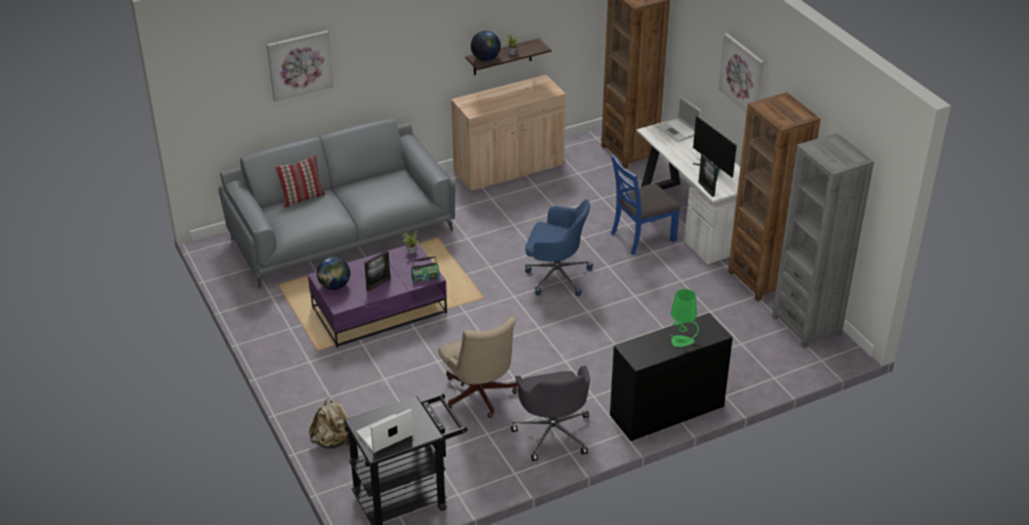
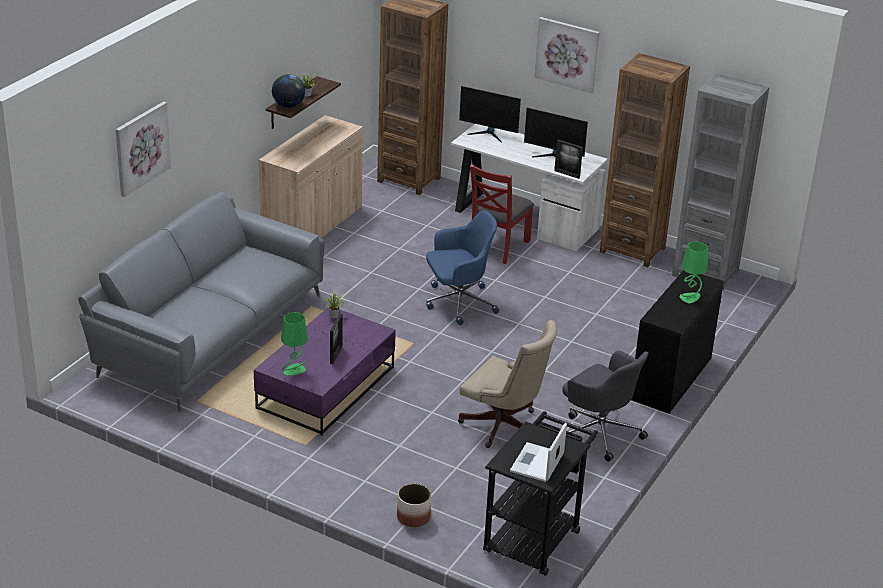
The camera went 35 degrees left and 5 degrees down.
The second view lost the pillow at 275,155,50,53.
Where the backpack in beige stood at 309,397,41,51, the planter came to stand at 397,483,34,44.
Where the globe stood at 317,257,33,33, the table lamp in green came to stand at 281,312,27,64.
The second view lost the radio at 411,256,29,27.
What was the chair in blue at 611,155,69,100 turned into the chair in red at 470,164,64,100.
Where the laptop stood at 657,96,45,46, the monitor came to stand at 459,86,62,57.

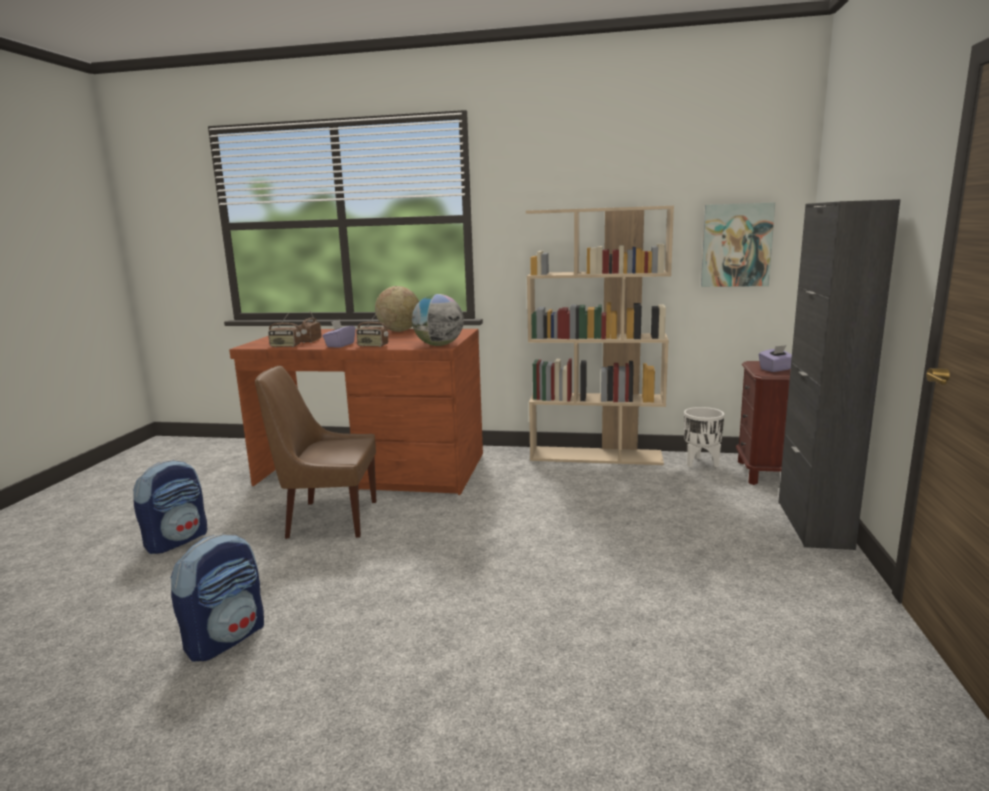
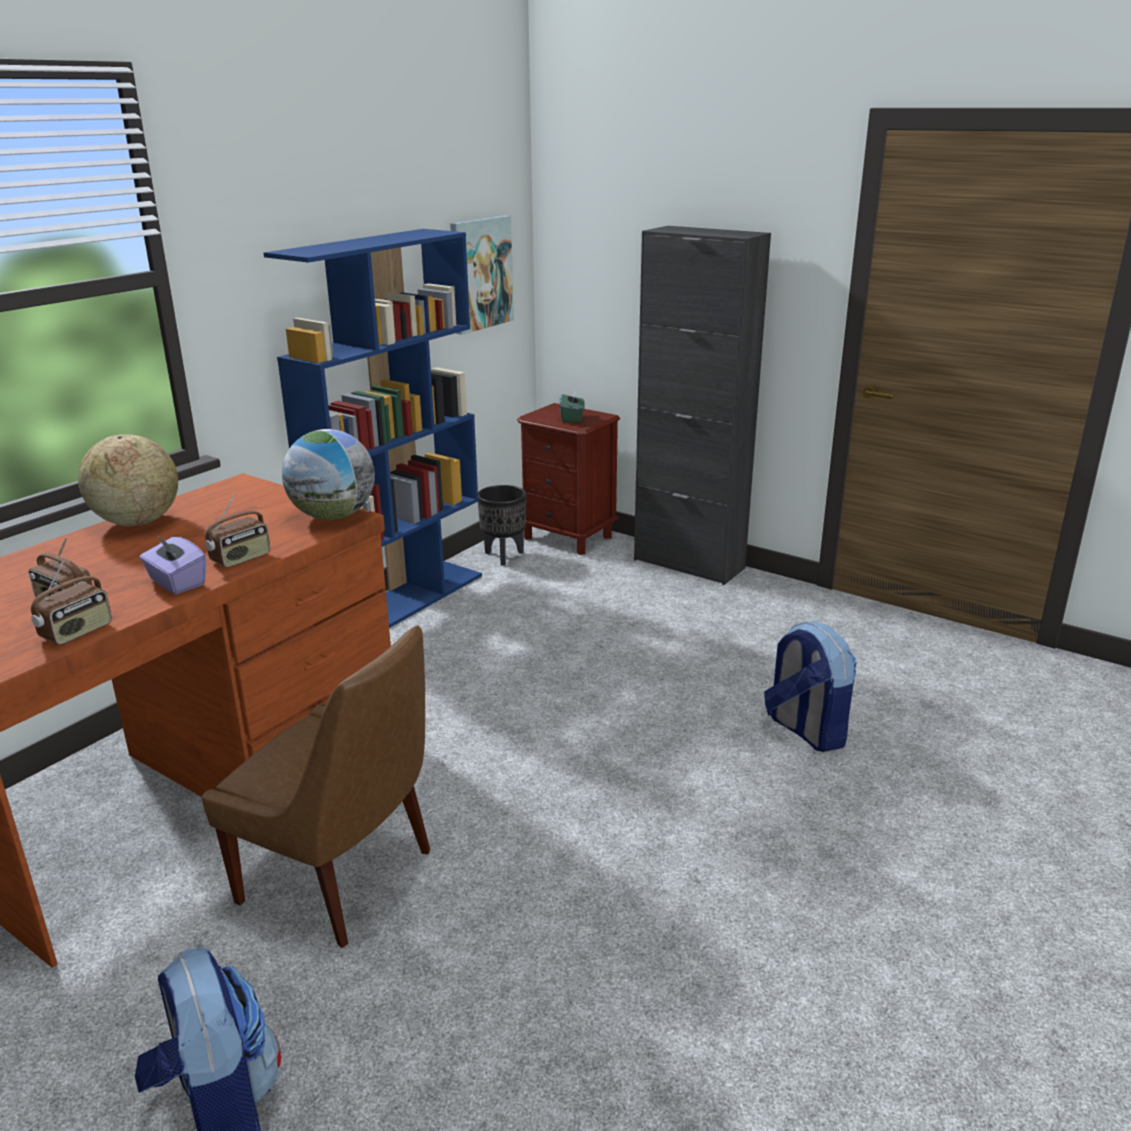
The camera went 65 degrees left and 10 degrees up.
The backpack ended up elsewhere, having gone from 170,533,94,129 to 764,622,93,130.
The chair in brown at 255,365,121,174 ended up facing another way, 90 degrees counterclockwise from before.
What was the bookcase in beige at 526,206,148,259 turned into the bookcase in blue at 264,229,218,399.
What was the planter in white at 684,407,41,60 turned into the planter in black at 478,485,48,81.
What was the tissue box in purple at 759,345,33,27 turned into the tissue box in green at 560,388,25,34.

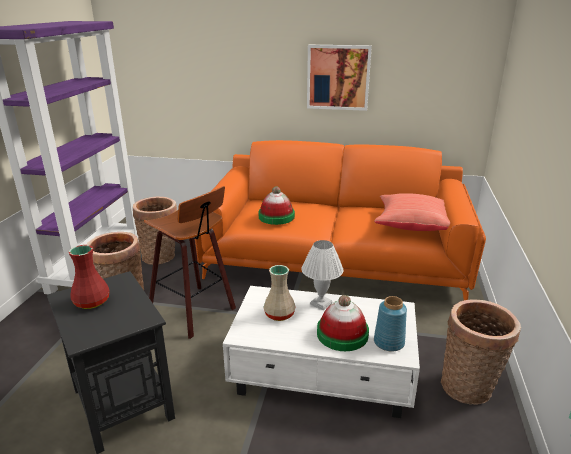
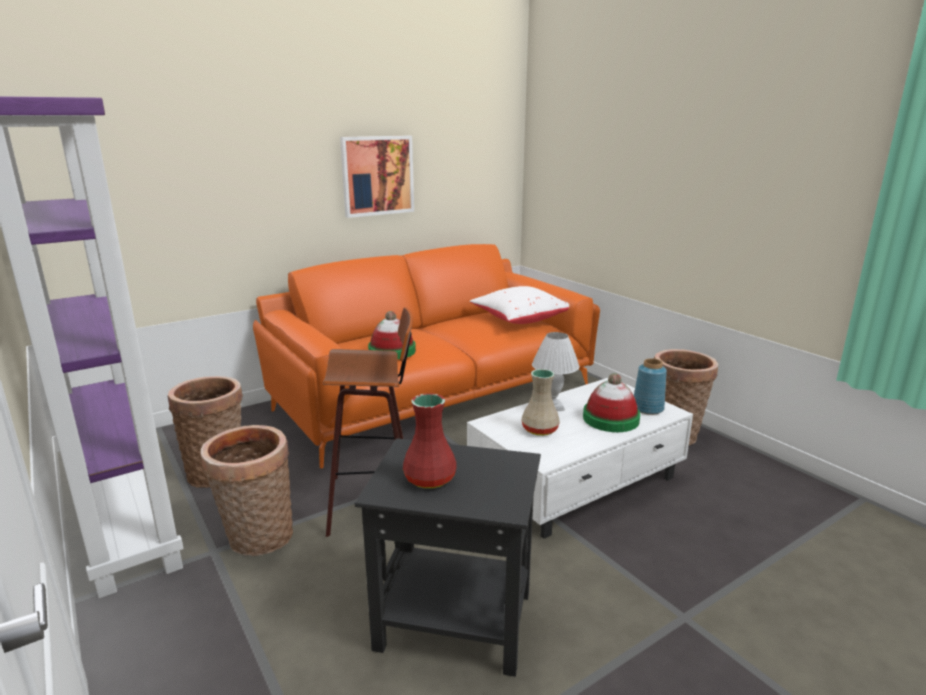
The camera went 45 degrees left and 5 degrees down.
What was the pillow in red at 374,193,76,38 turned into the pillow in white at 470,286,99,38.

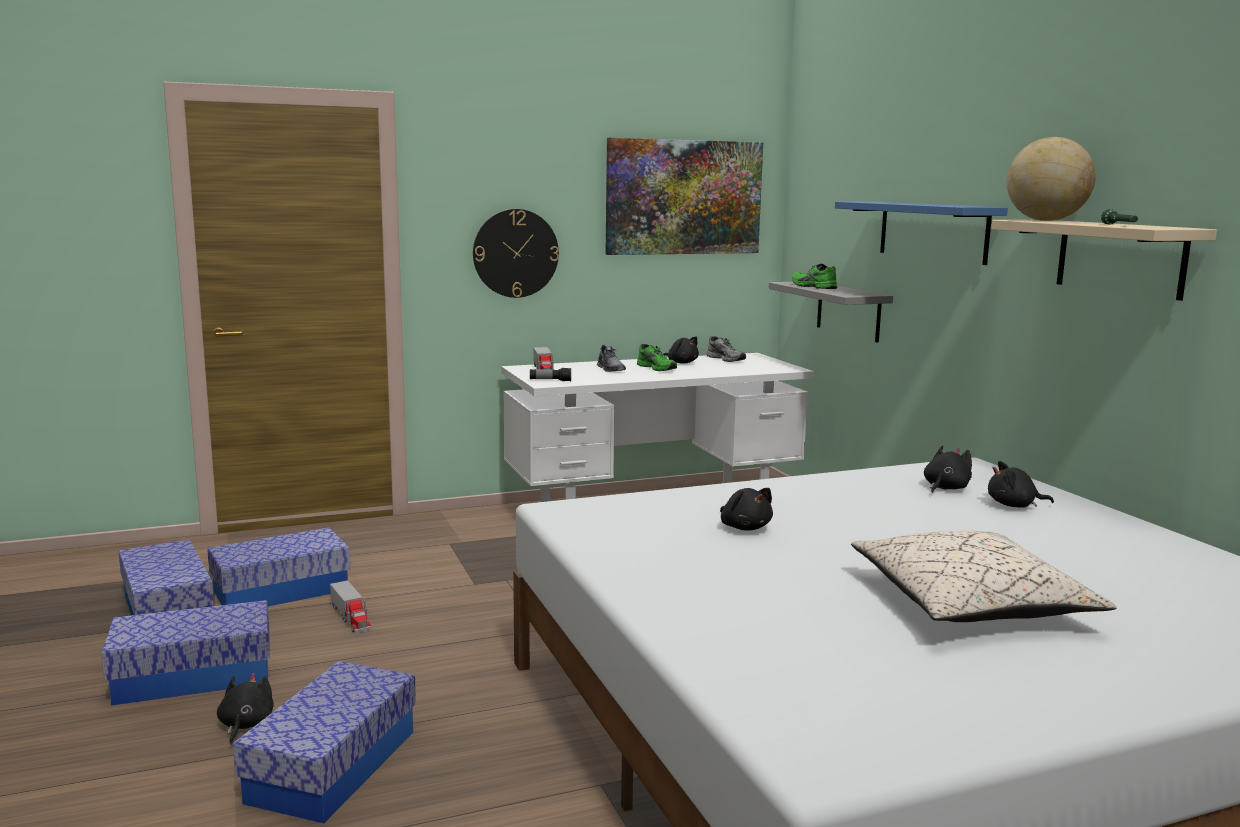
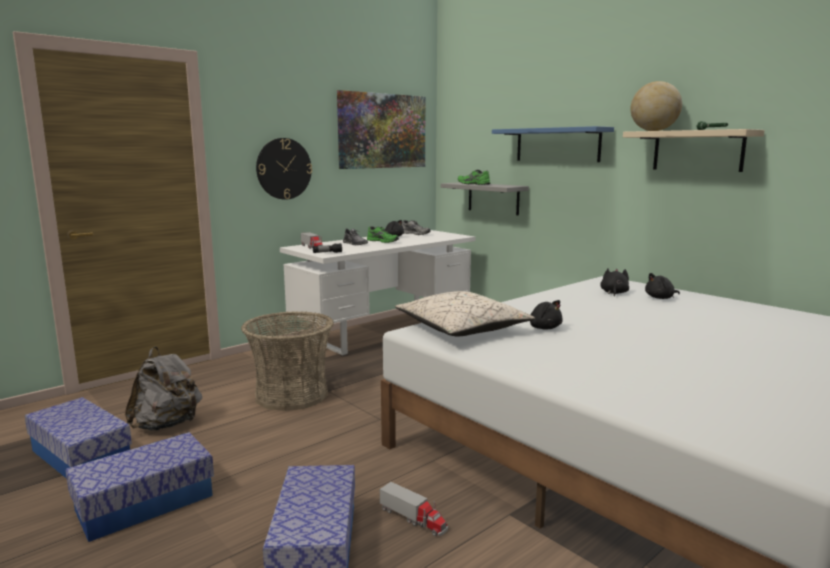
The camera went 20 degrees left and 0 degrees up.
Where the storage box stood at 207,528,143,78, the backpack in grey came to stand at 125,347,77,84.
The second view lost the plush toy in black at 217,673,57,72.
The toy truck ended up elsewhere, having gone from 330,580,41,53 to 380,482,68,54.
The pillow in beige ended up elsewhere, having gone from 851,531,266,91 to 395,291,140,46.
The second view gained the basket at 241,311,93,100.

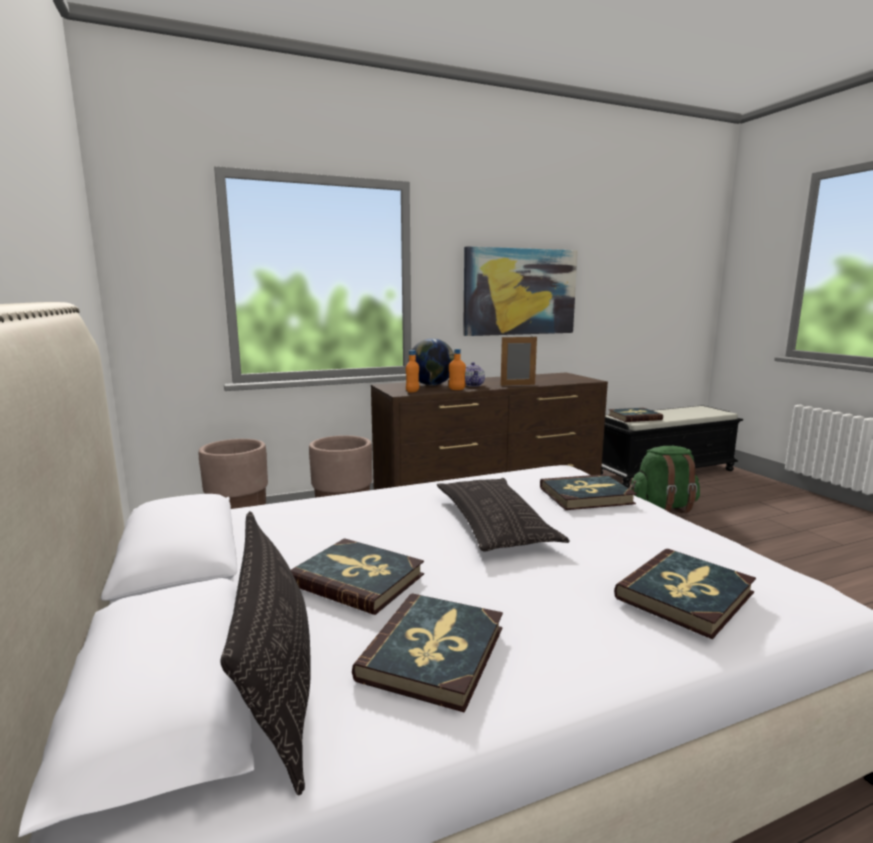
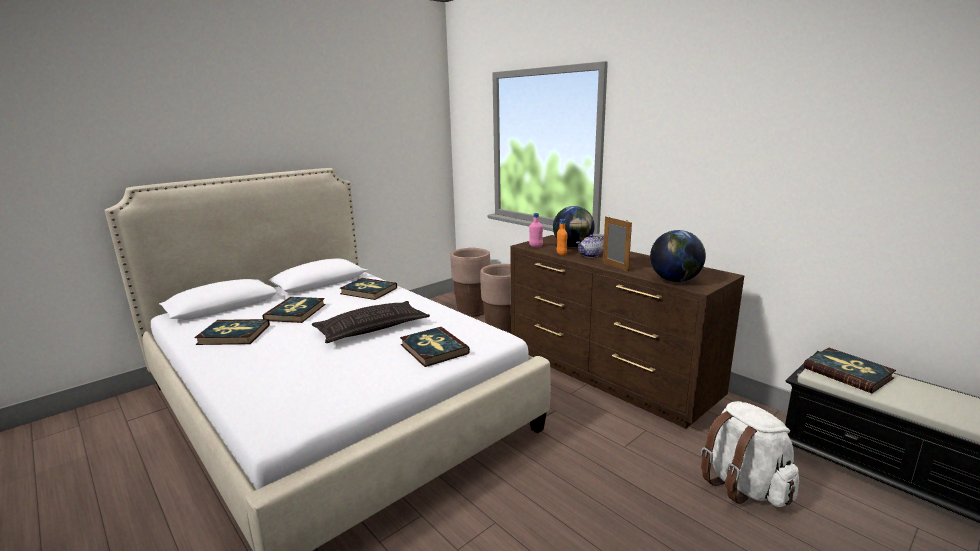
The camera went 70 degrees right and 5 degrees up.
The second view lost the pillow at 220,511,91,285.
What was the bottle in orange at 406,350,13,43 turned into the bottle in pink at 529,213,14,34.
The second view lost the picture at 463,246,115,90.
The book ended up elsewhere, having gone from 614,549,142,90 to 339,278,58,22.
What was the backpack in green at 631,446,69,67 turned into the backpack in white at 701,401,98,106.
The second view gained the globe at 650,230,56,52.

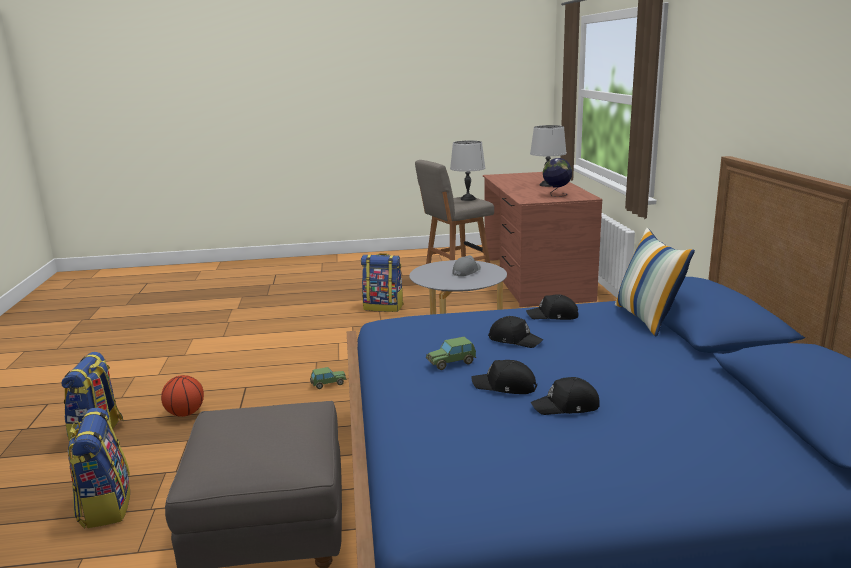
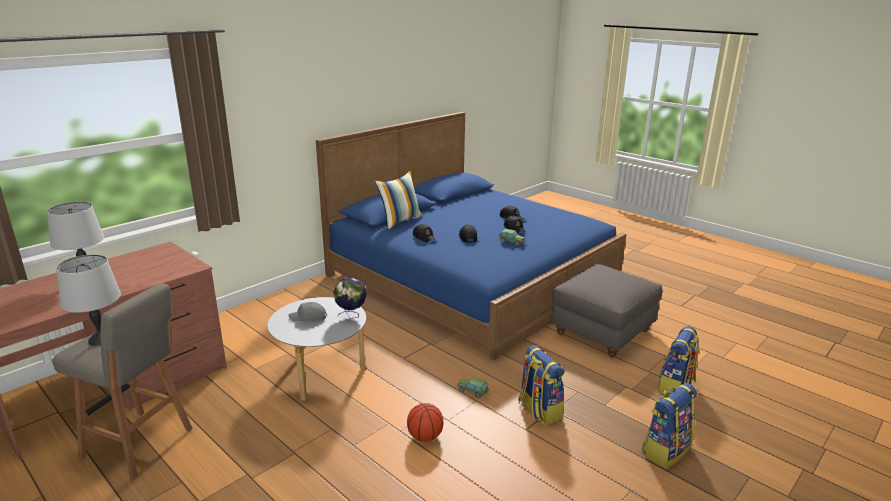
The camera went 130 degrees left and 5 degrees up.
The basketball ended up elsewhere, having gone from 161,375,43,42 to 407,403,36,39.
The backpack ended up elsewhere, having gone from 361,253,43,59 to 518,345,46,80.
The globe ended up elsewhere, having gone from 543,158,29,39 to 334,278,33,41.

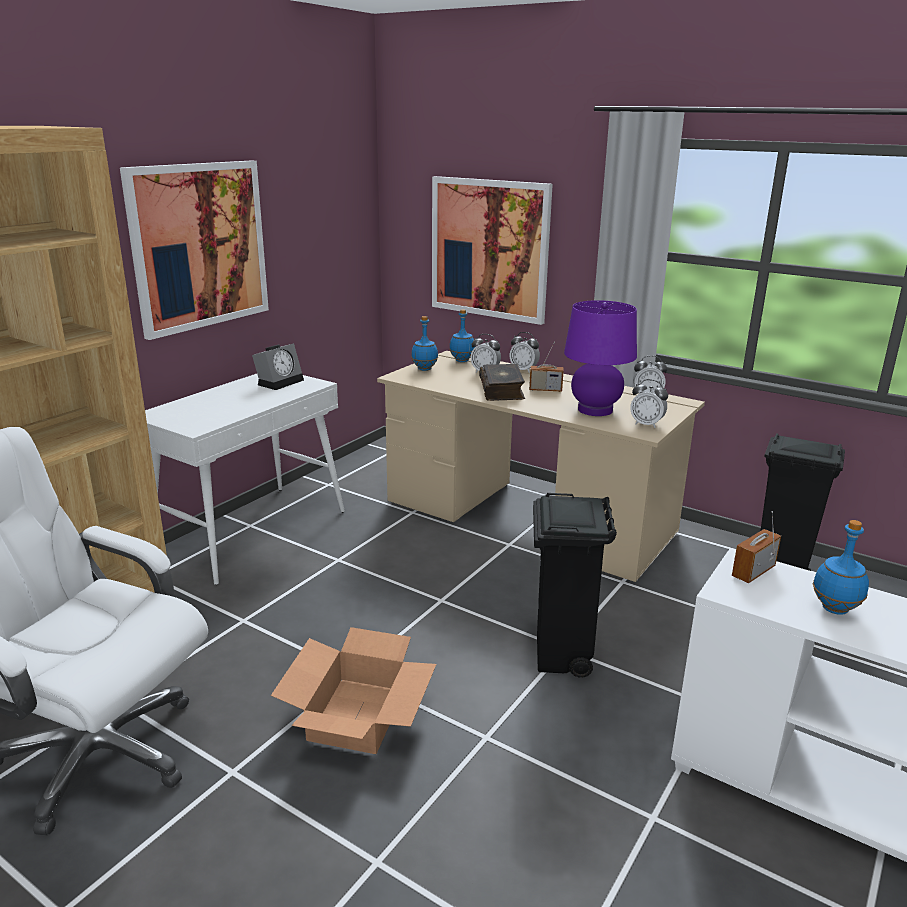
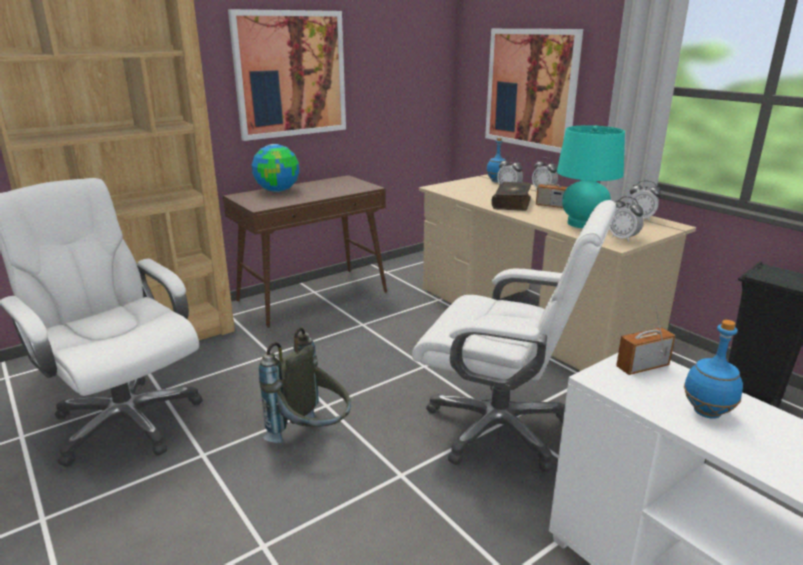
The camera went 20 degrees right and 0 degrees up.
What was the console table in white at 145,374,200,211 turned into the console table in brown at 223,175,164,153.
The second view lost the alarm clock at 252,343,52,47.
Where the cardboard box stood at 271,627,165,127, the backpack in grey came to stand at 259,327,92,116.
The second view lost the bottle in blue at 411,316,27,55.
Where the trash can in black stood at 533,493,84,185, the office chair in white came to stand at 412,200,204,272.
What was the table lamp in purple at 564,300,73,116 turned into the table lamp in turquoise at 557,125,68,103.
The second view gained the globe at 252,144,47,48.

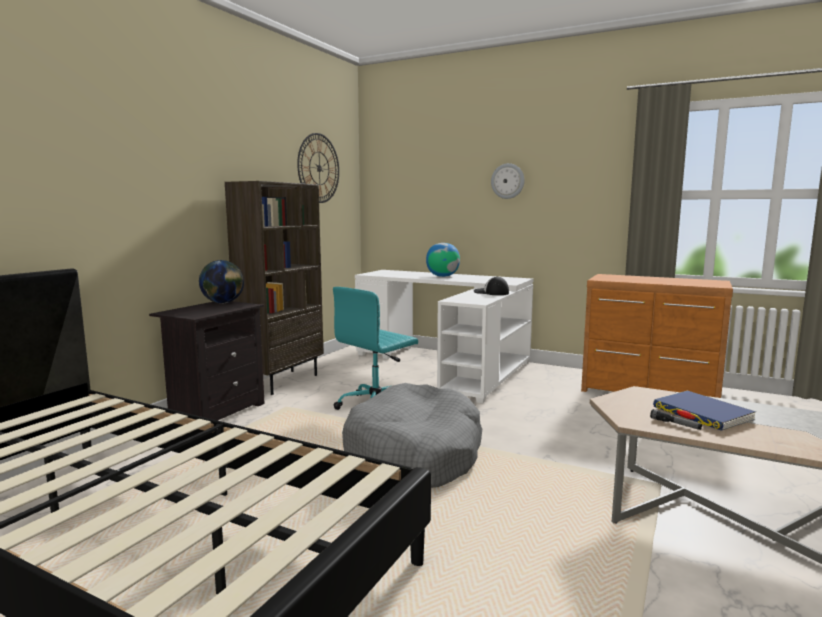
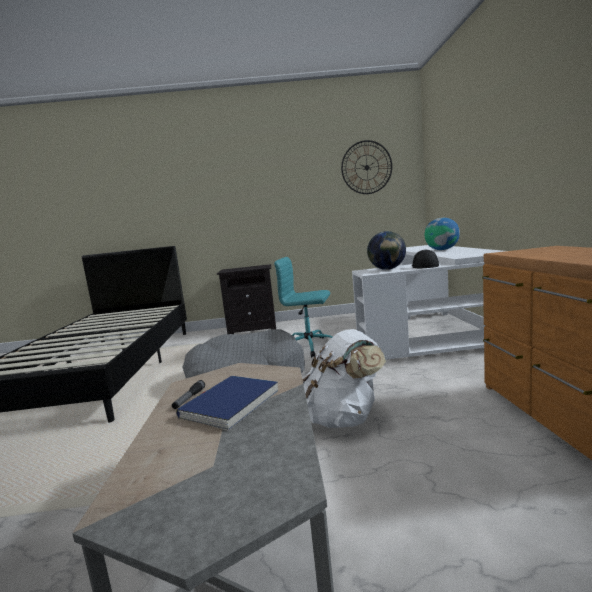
The camera went 60 degrees right and 0 degrees up.
The globe ended up elsewhere, having gone from 199,260,45,43 to 367,231,39,39.
The second view lost the bookcase in brown at 225,181,99,214.
The second view lost the wall clock at 491,163,33,36.
The second view gained the backpack in white at 302,329,84,99.

